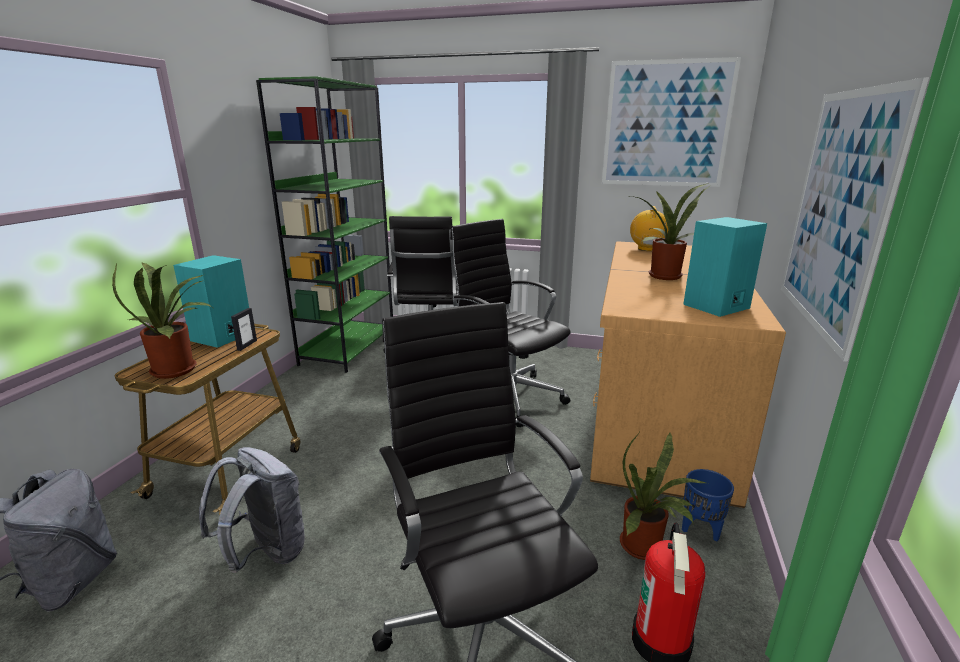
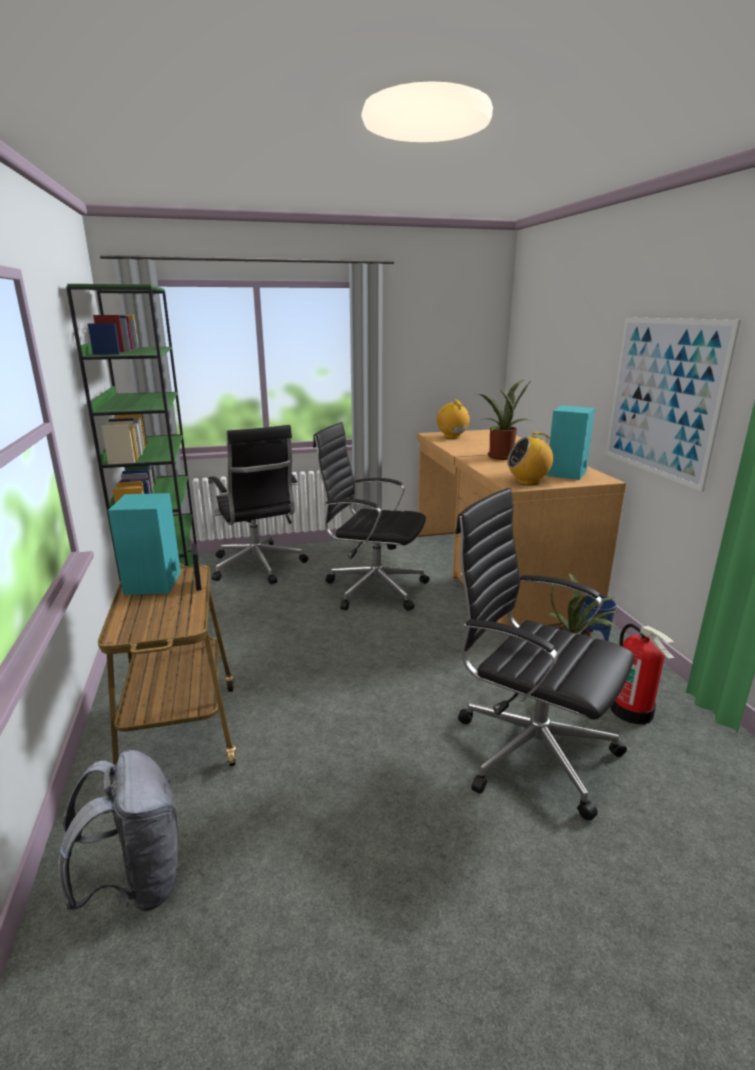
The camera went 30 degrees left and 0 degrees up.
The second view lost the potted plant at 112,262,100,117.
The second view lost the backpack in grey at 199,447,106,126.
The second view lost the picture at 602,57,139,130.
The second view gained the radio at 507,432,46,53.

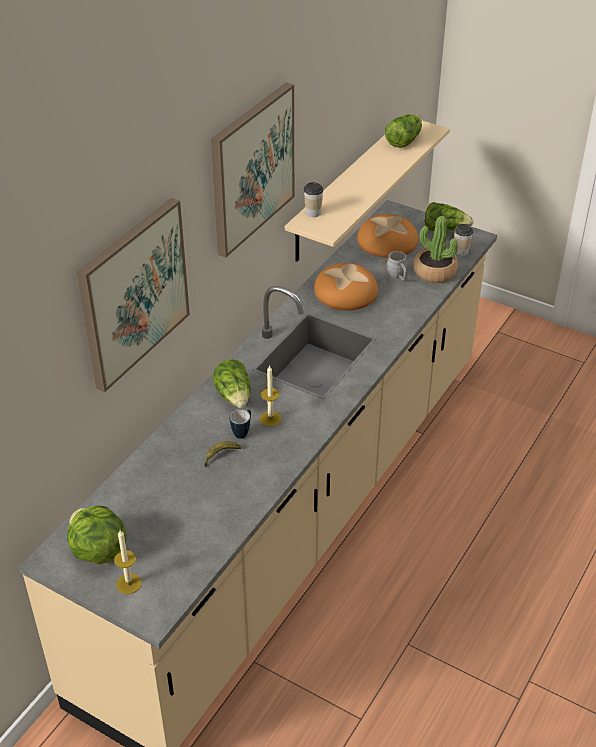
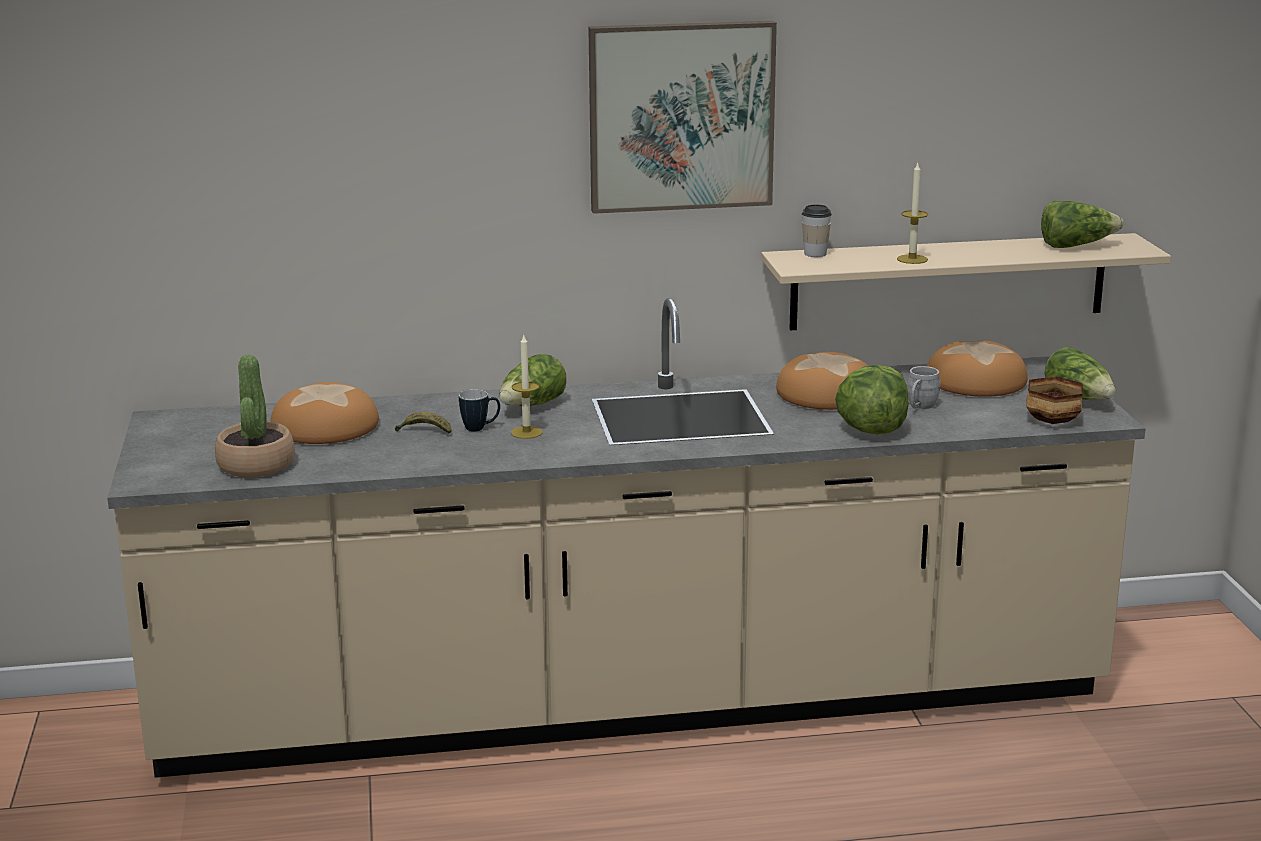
The camera went 50 degrees right and 20 degrees down.
The lettuce ended up elsewhere, having gone from 67,506,59,58 to 835,365,74,69.
The second view lost the picture at 77,198,113,194.
The candle ended up elsewhere, having gone from 114,530,28,64 to 897,162,31,102.
The potted plant ended up elsewhere, having gone from 413,216,45,67 to 215,355,80,123.
Where the cup stood at 455,224,18,32, the bowl came to stand at 1026,376,57,48.
The second view gained the bread at 270,382,109,62.

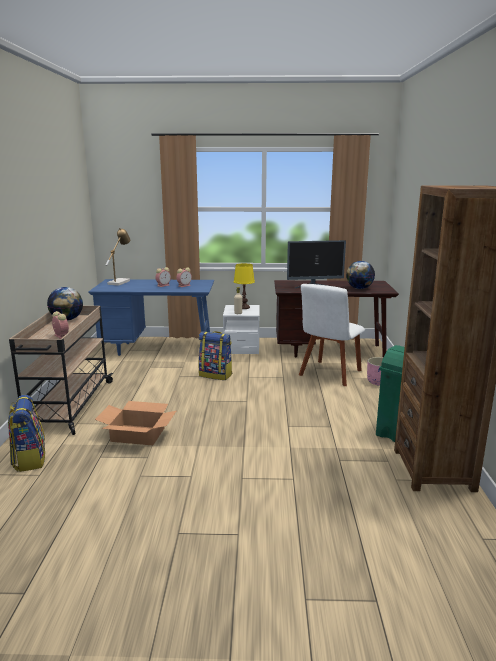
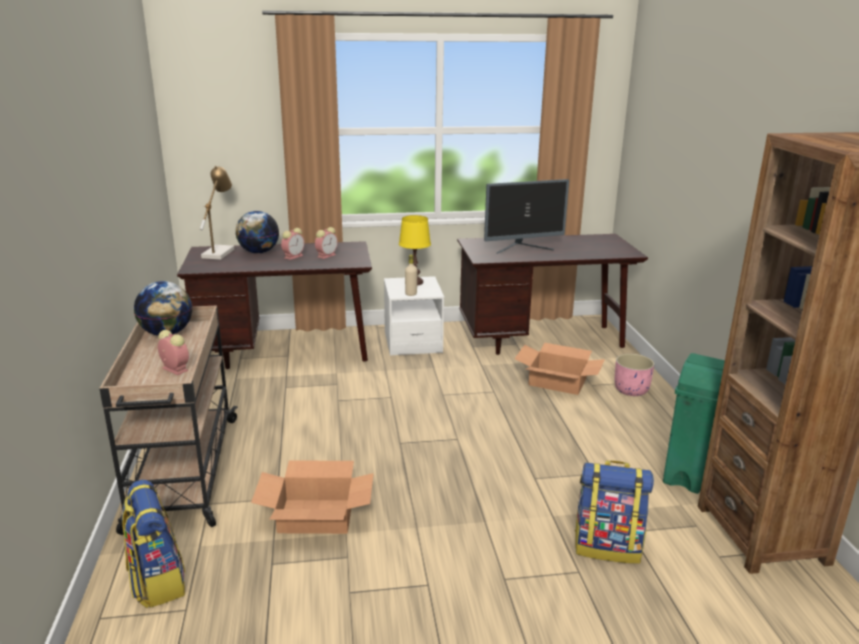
The camera went 10 degrees left and 5 degrees up.
What was the desk in blue at 88,279,126,77 turned into the desk in brown at 177,241,195,128.
The backpack ended up elsewhere, having gone from 198,331,34,49 to 575,460,79,104.
Where the chair in white stood at 299,284,66,102, the cardboard box came to stand at 515,343,90,52.
The globe ended up elsewhere, having gone from 346,261,29,28 to 235,211,44,42.

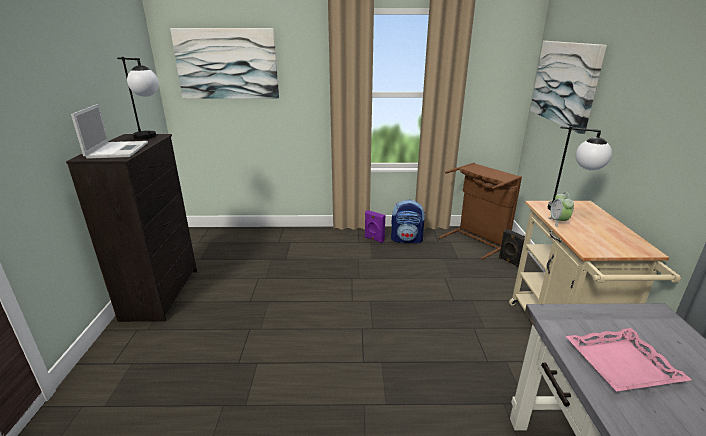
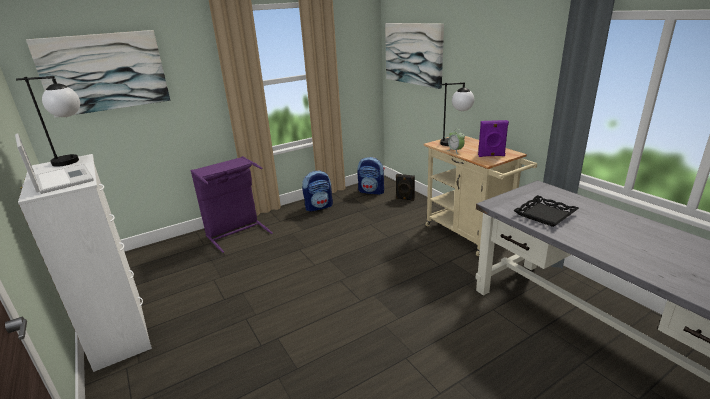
The camera went 30 degrees left and 0 degrees up.
What was the dresser in black at 66,134,131,188 turned into the dresser in white at 18,154,134,218.
The speaker in purple ended up elsewhere, having gone from 365,210,20,33 to 478,120,31,37.
Where the laundry basket in brown stood at 438,163,84,96, the backpack came to stand at 357,157,28,38.
What was the tray in pink at 566,328,126,64 turned into the tray in black at 513,195,66,32.
The second view gained the laundry basket in purple at 190,156,83,97.

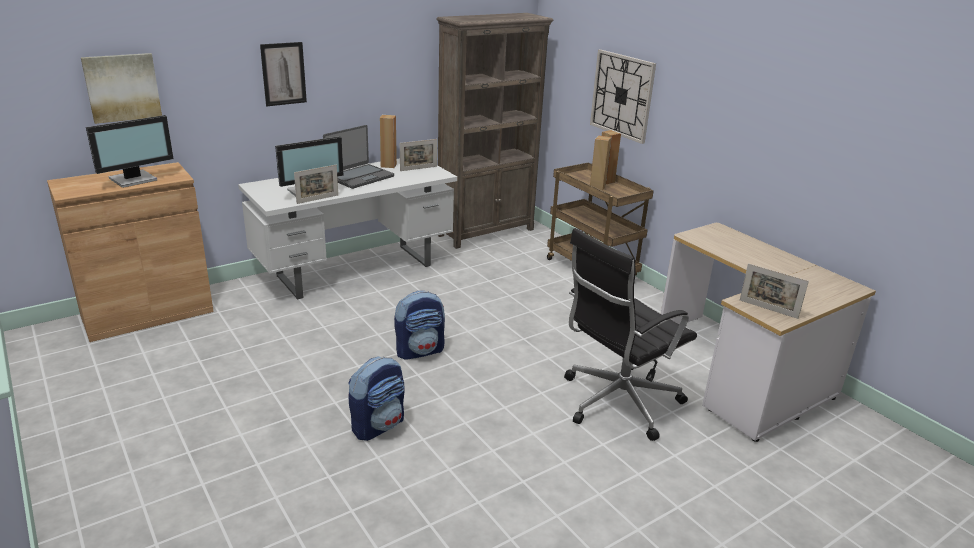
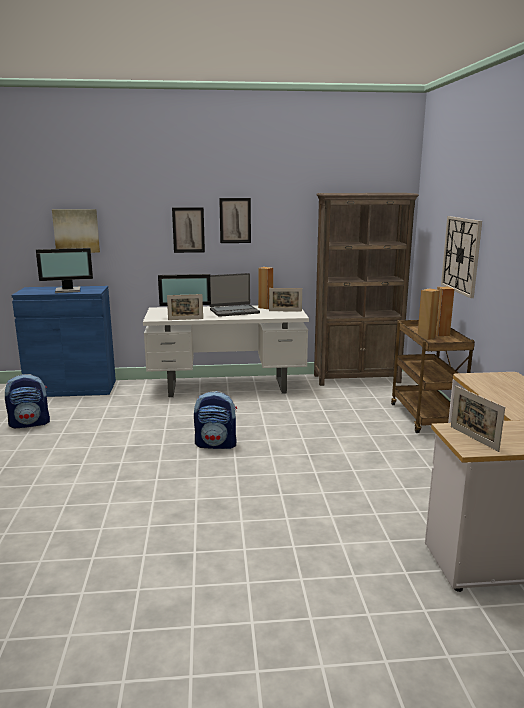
The camera went 30 degrees right and 10 degrees down.
What was the cabinet in brown at 47,162,167,180 turned into the cabinet in blue at 12,286,104,111.
The backpack ended up elsewhere, having gone from 348,357,56,84 to 5,374,45,54.
The second view lost the office chair in black at 564,228,133,213.
The second view gained the picture at 219,198,32,45.

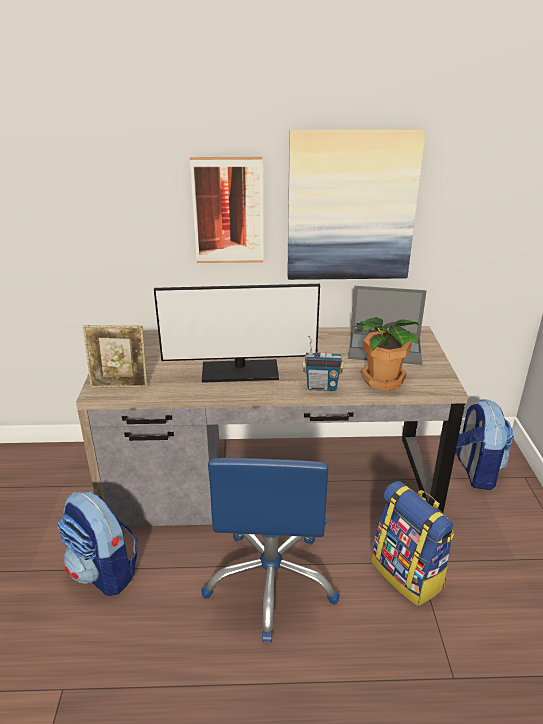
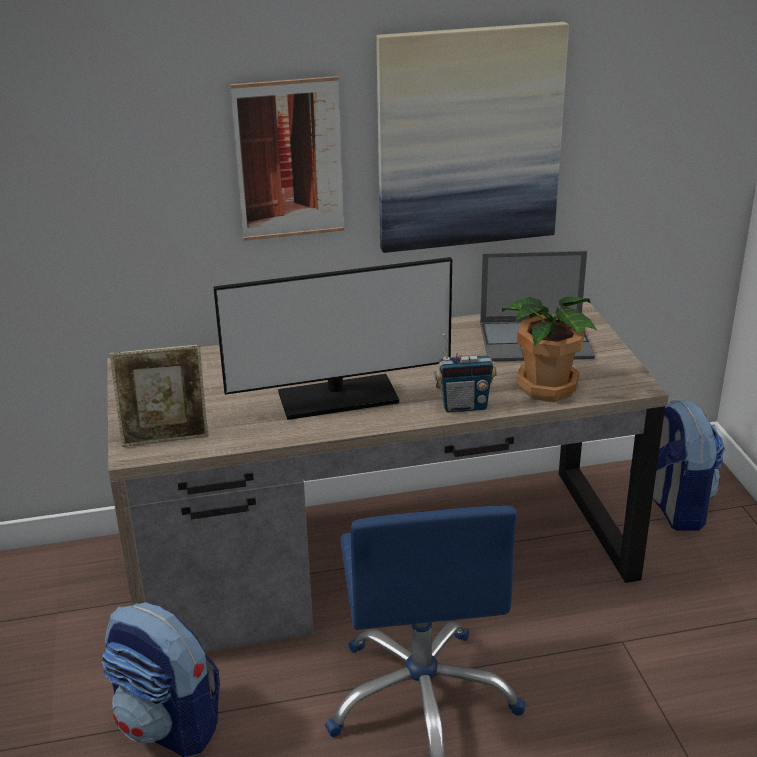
The camera went 10 degrees left and 0 degrees up.
The second view lost the backpack at 372,481,83,125.

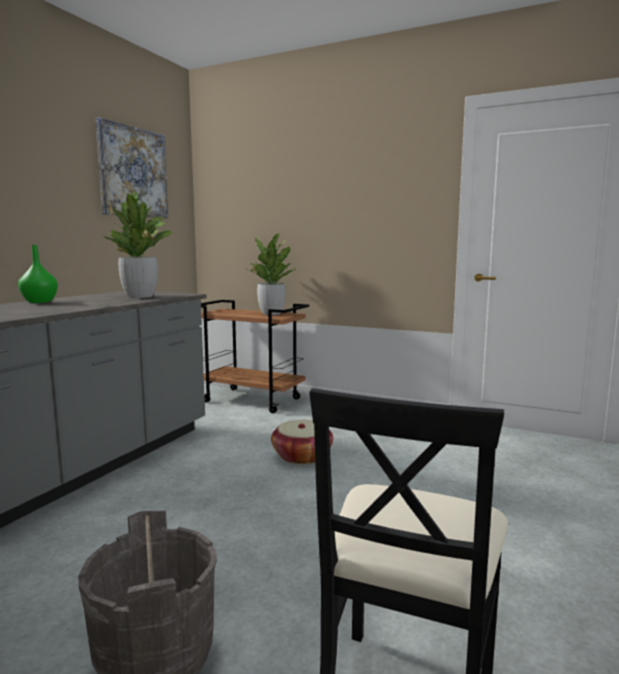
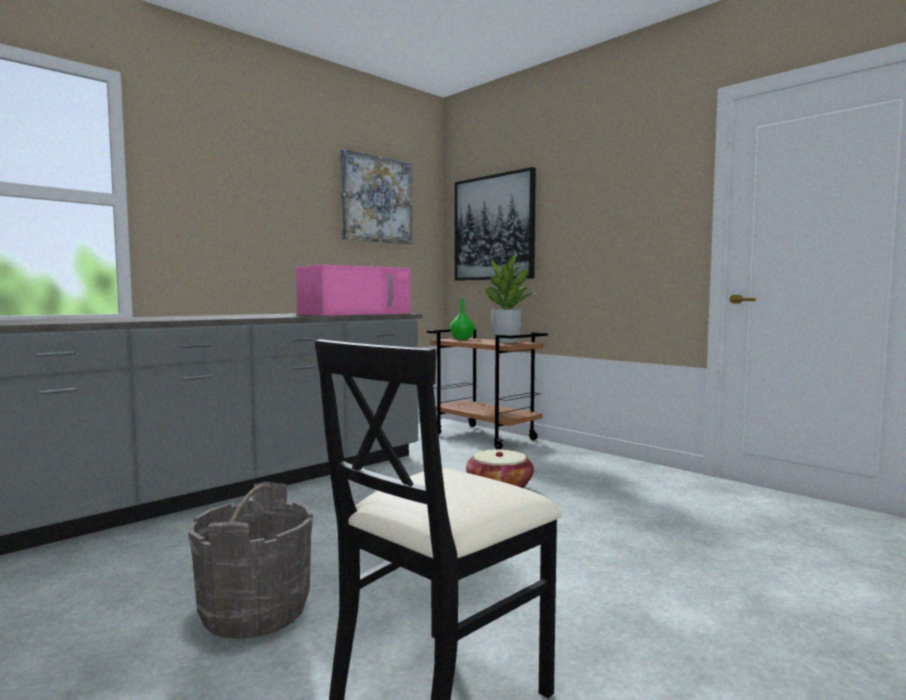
The camera went 20 degrees right and 5 degrees down.
The vase in green ended up elsewhere, having gone from 18,245,40,58 to 450,299,24,41.
Where the potted plant stood at 102,192,71,106, the microwave in pink came to stand at 296,265,115,51.
The second view gained the picture at 455,167,81,114.

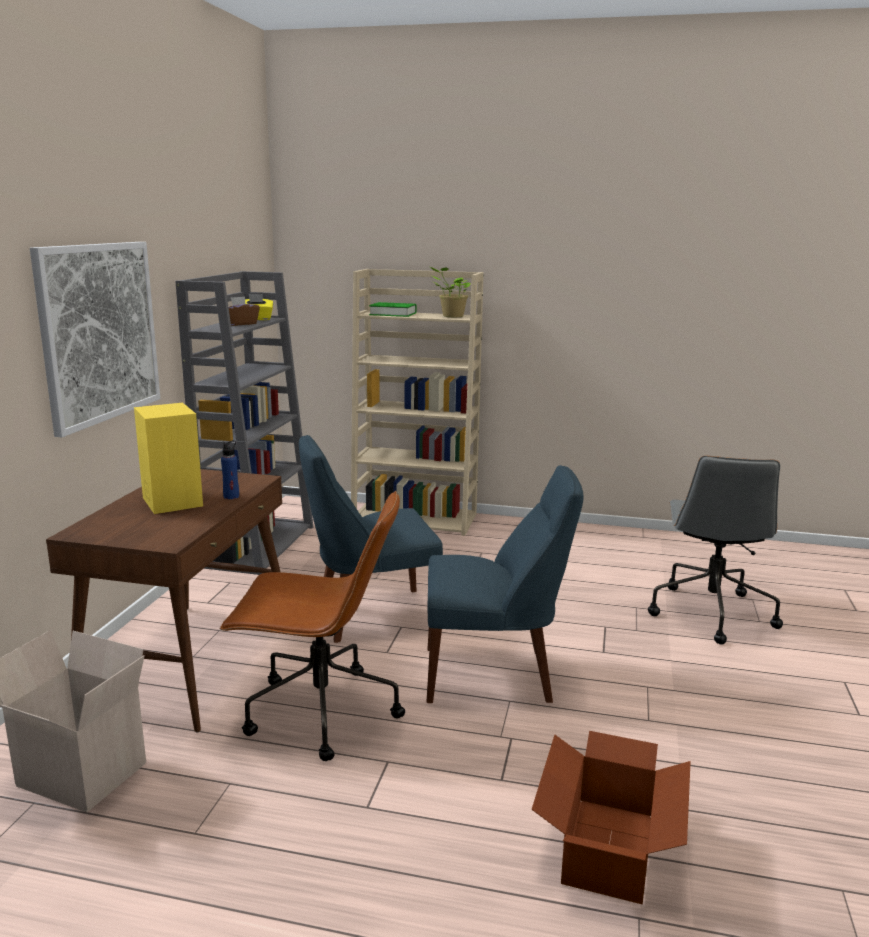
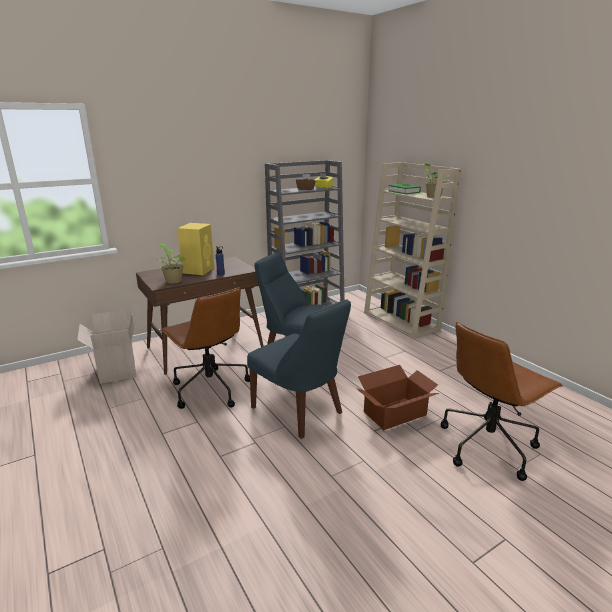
The camera went 45 degrees right and 5 degrees up.
The second view lost the picture at 30,242,130,195.
The cardboard box ended up elsewhere, having gone from 531,731,160,174 to 356,365,83,65.
What was the office chair in grey at 648,456,135,189 turned into the office chair in brown at 441,322,122,159.
The second view gained the potted plant at 157,243,29,41.

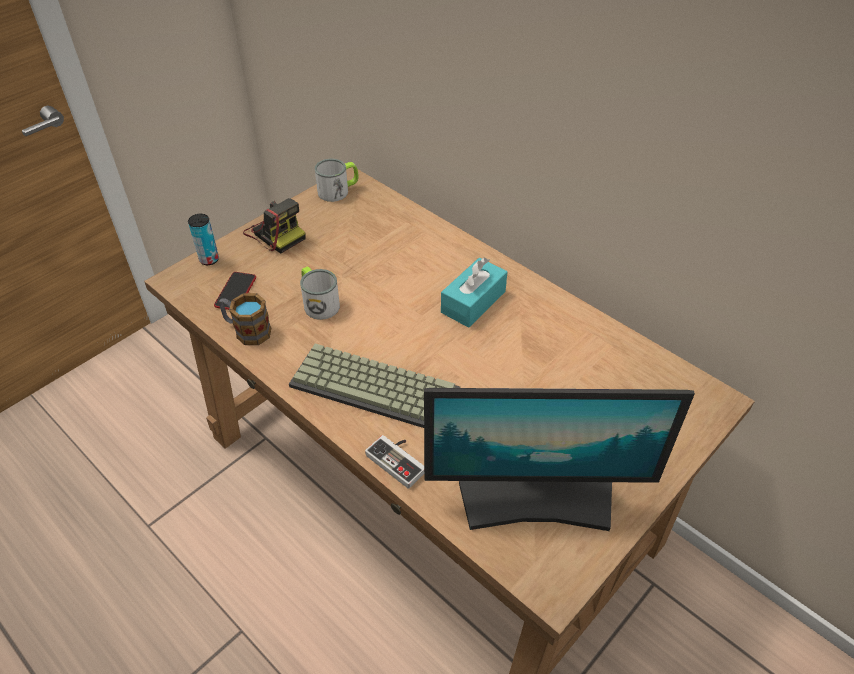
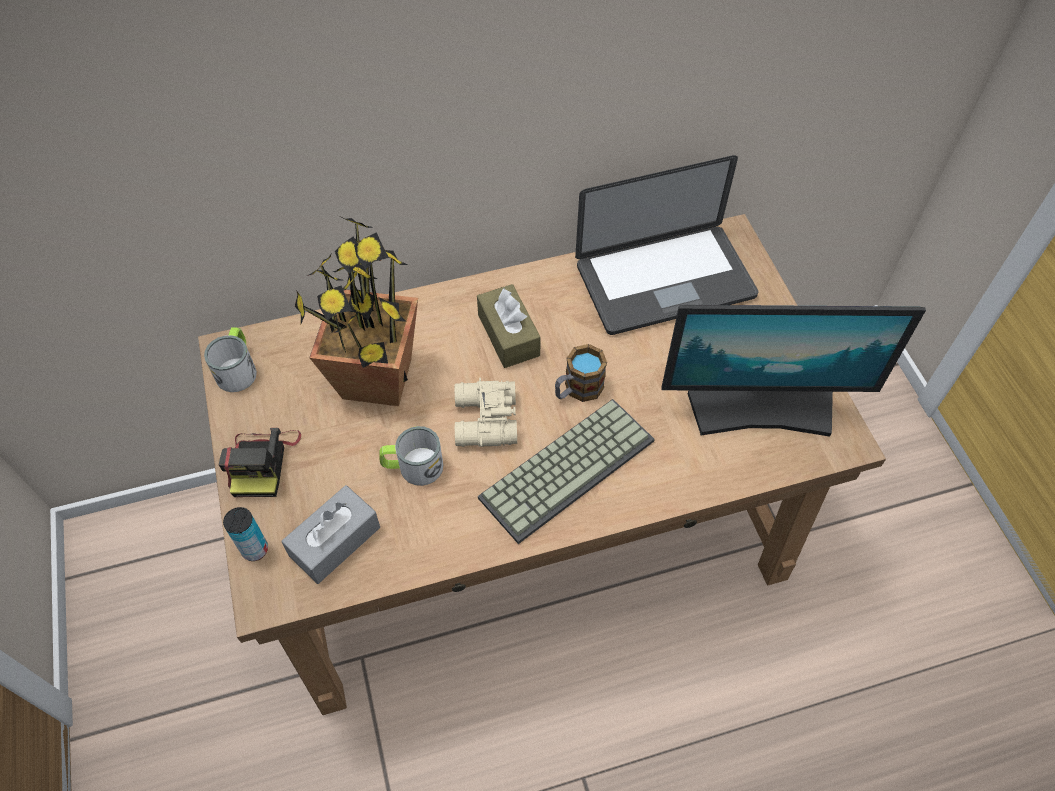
The camera went 60 degrees left and 10 degrees up.
Where the phone stood at 214,272,42,38, the tissue box in grey came to stand at 281,485,99,99.
The mug ended up elsewhere, having gone from 219,293,52,52 to 555,344,52,58.
The photo camera at 243,198,63,55 ended up facing another way, 105 degrees clockwise from before.
The second view lost the game controller at 365,435,59,54.
The monitor at 424,388,271,143 ended up facing another way, 60 degrees clockwise from before.
What was the tissue box in turquoise at 441,257,66,71 turned into the tissue box in brown at 477,284,64,84.
The second view gained the potted plant at 295,218,123,188.
The second view gained the binoculars in beige at 455,378,62,69.
The second view gained the laptop at 575,155,184,180.

